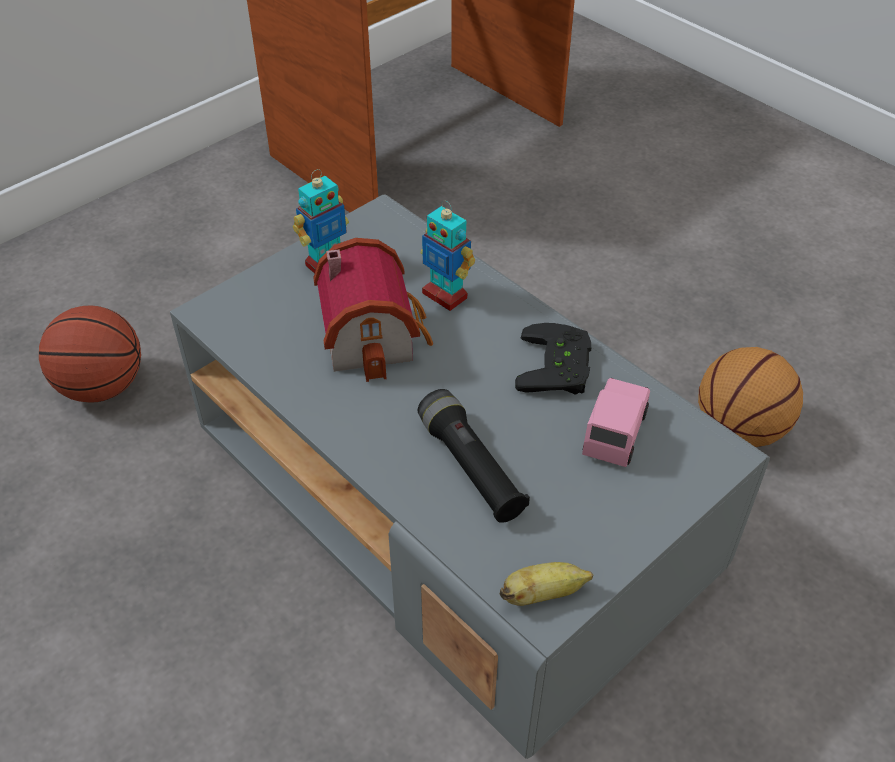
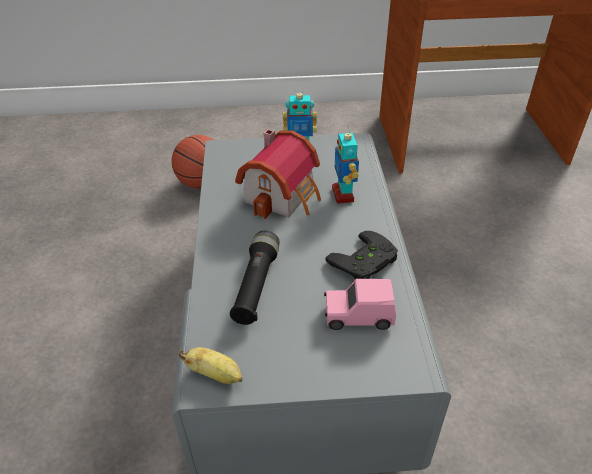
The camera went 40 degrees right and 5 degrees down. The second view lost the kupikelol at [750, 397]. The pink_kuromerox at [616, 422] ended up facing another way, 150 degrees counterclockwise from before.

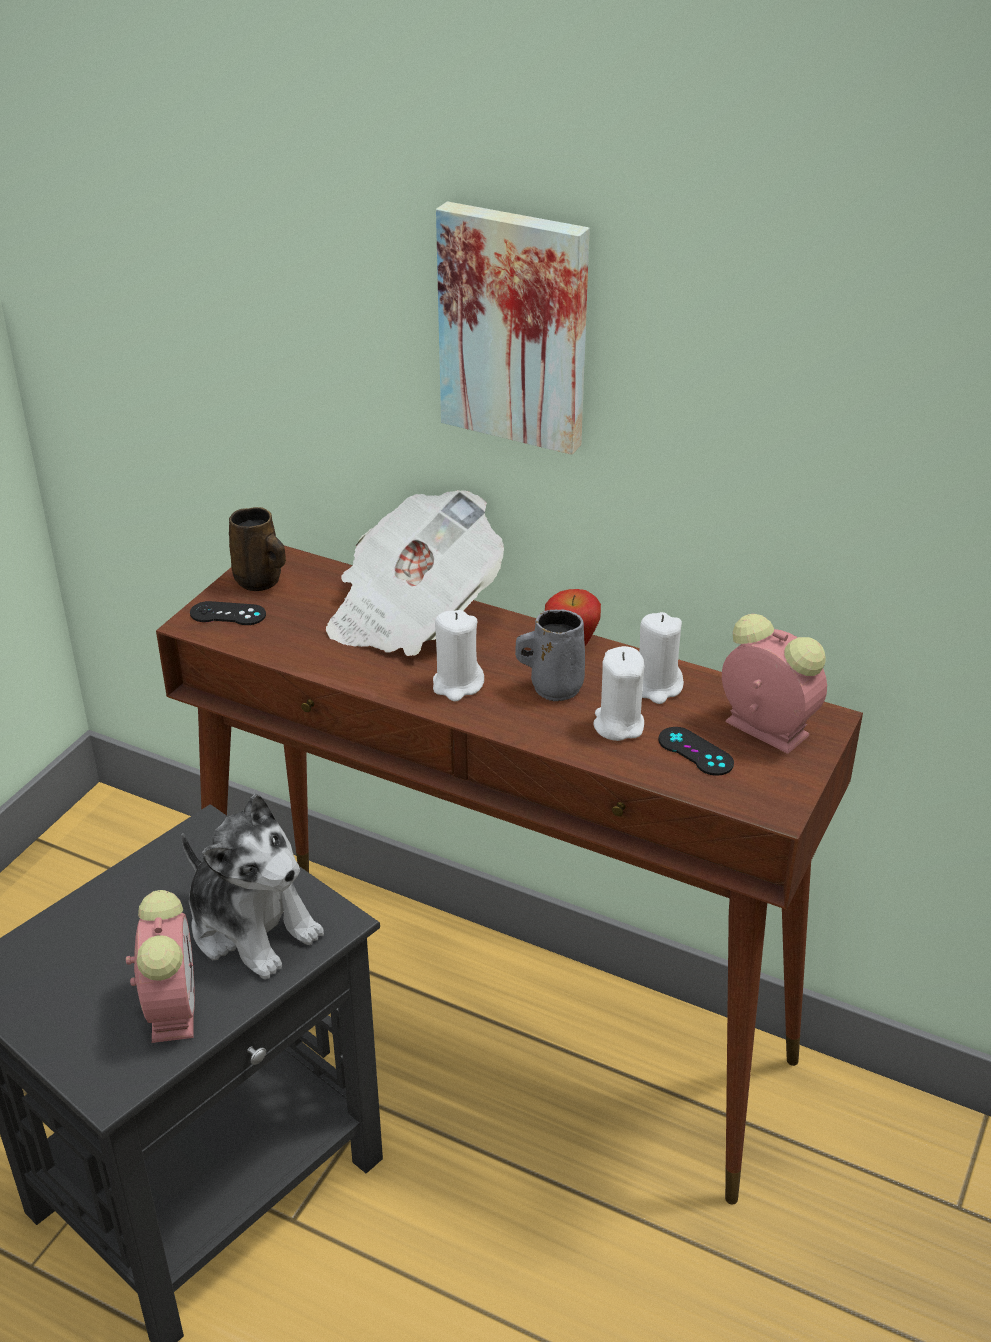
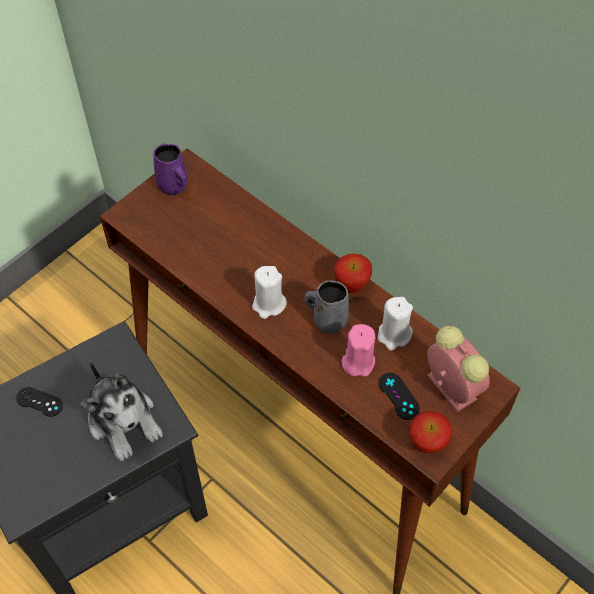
The camera went 15 degrees right and 20 degrees up. The second view lost the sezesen at [513, 328]. The second view lost the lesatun at [415, 573]. What was the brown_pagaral at [257, 549] turned into the purple_pagaral at [170, 169]. The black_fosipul ended up elsewhere, having gone from [228, 613] to [39, 402]. What was the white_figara at [619, 693] turned into the pink_figara at [358, 350]. The second view lost the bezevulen at [160, 966]. The second view gained the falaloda at [430, 432].

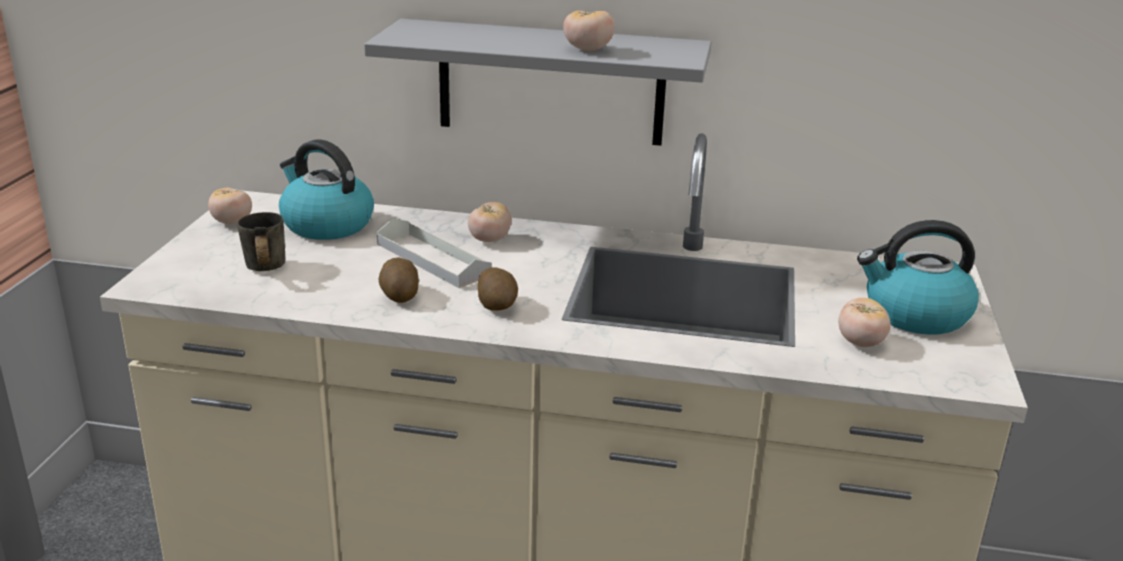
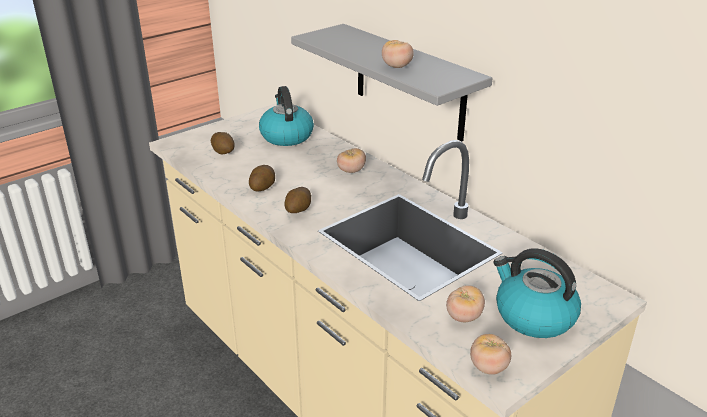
The camera went 40 degrees right and 5 degrees up. The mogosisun ended up elsewhere, having gone from [230, 206] to [490, 354]. Where the grey_pagaral stood at [261, 241], the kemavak came to stand at [223, 143]. The second view lost the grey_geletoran at [434, 253].

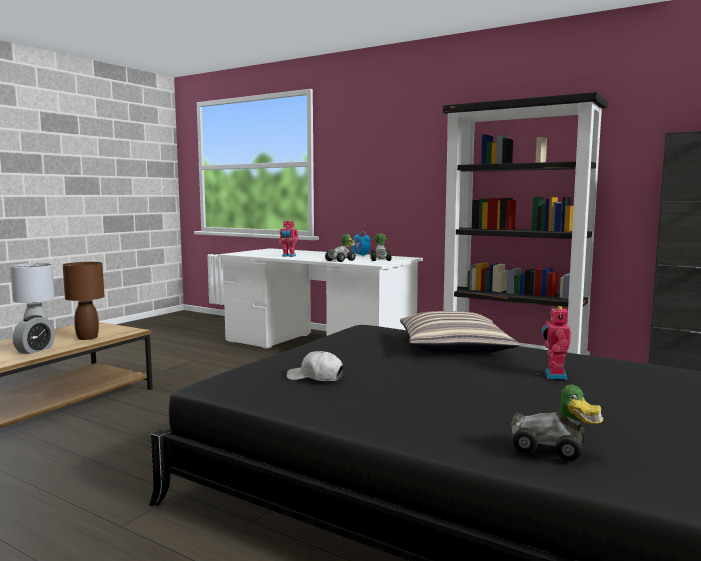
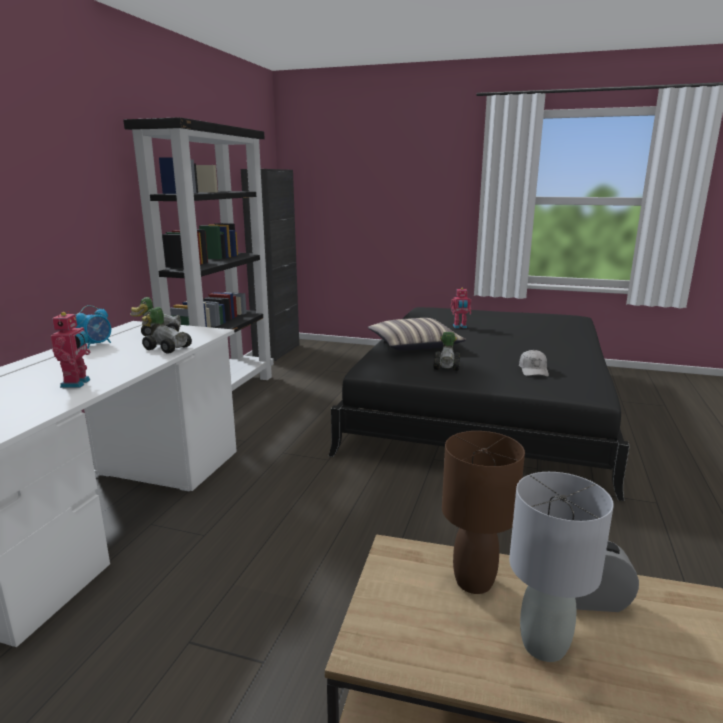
The camera went 105 degrees left and 10 degrees up. The kuromerox ended up elsewhere, having gone from [557, 422] to [447, 351].

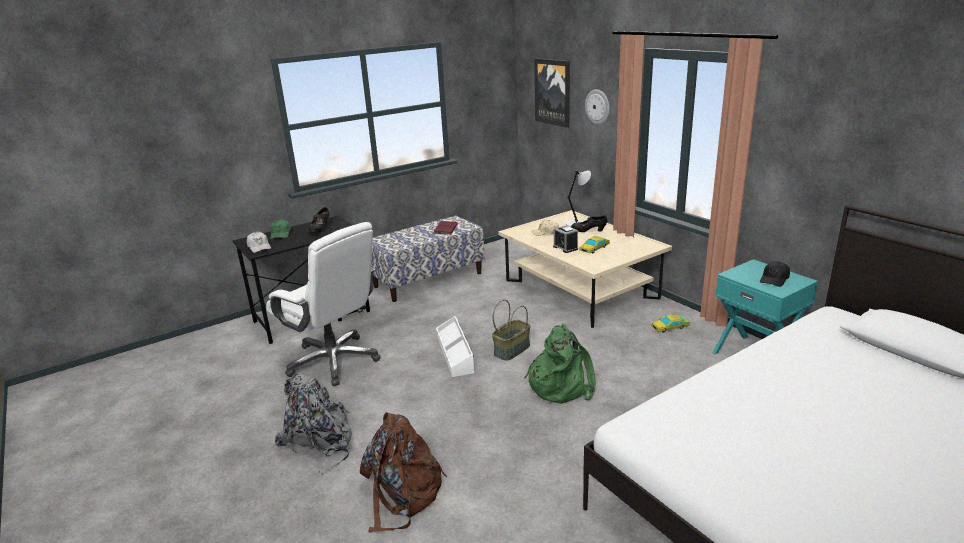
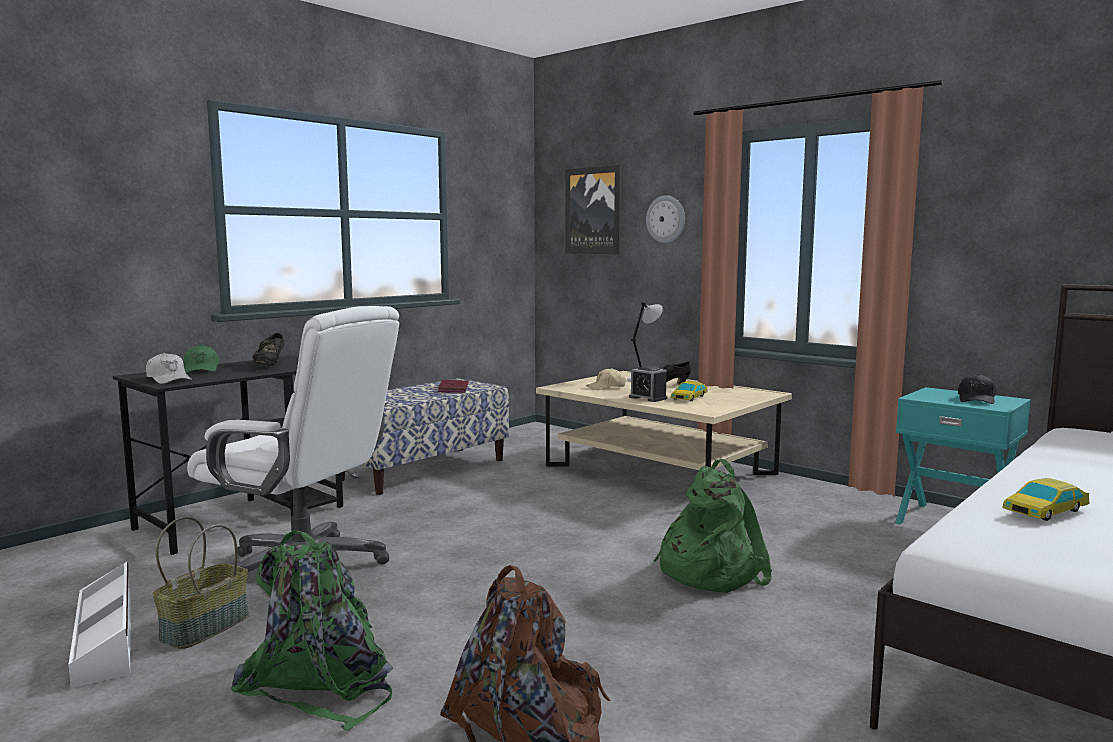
The camera went 15 degrees left and 15 degrees down. The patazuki ended up elsewhere, having gone from [511, 330] to [201, 583]. The kuromerox ended up elsewhere, having gone from [670, 323] to [1045, 499]. The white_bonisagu ended up elsewhere, having gone from [455, 346] to [99, 625]. What was the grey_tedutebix at [313, 423] turned into the green_tedutebix at [312, 631].

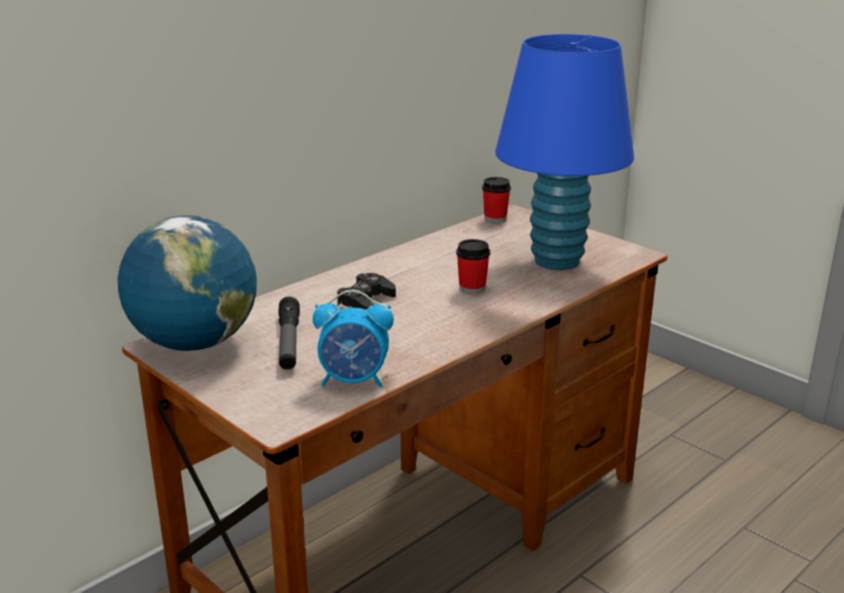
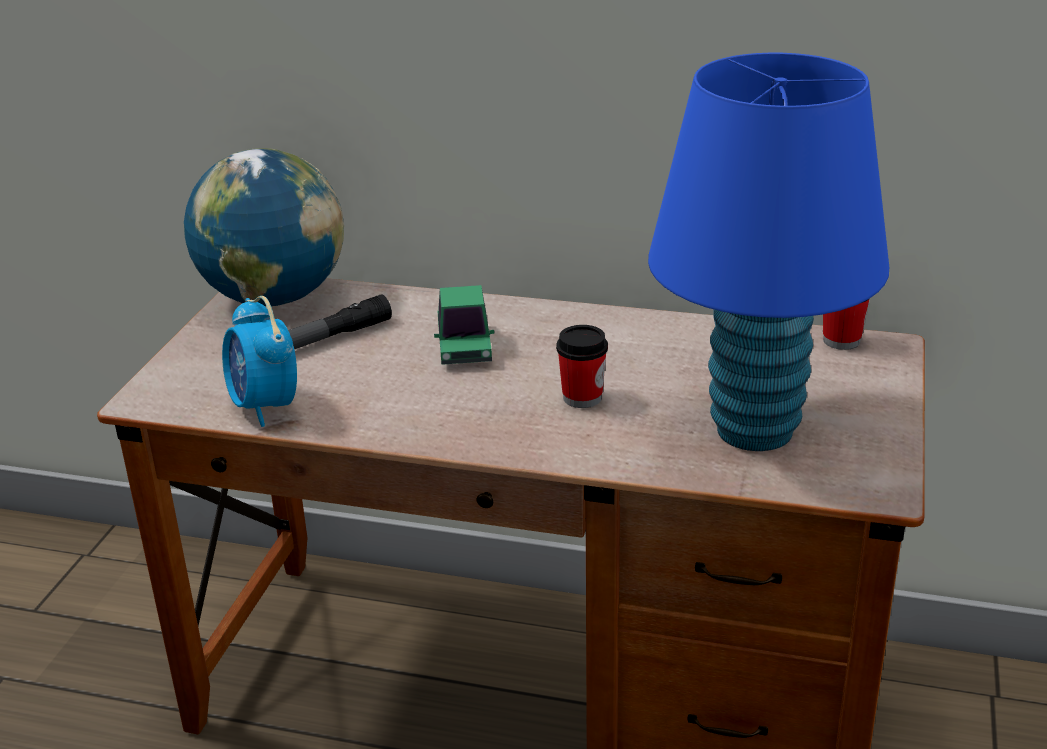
The camera went 60 degrees right and 5 degrees up. Where the black_fosipul stood at [366, 291], the kuromerox came to stand at [464, 325].

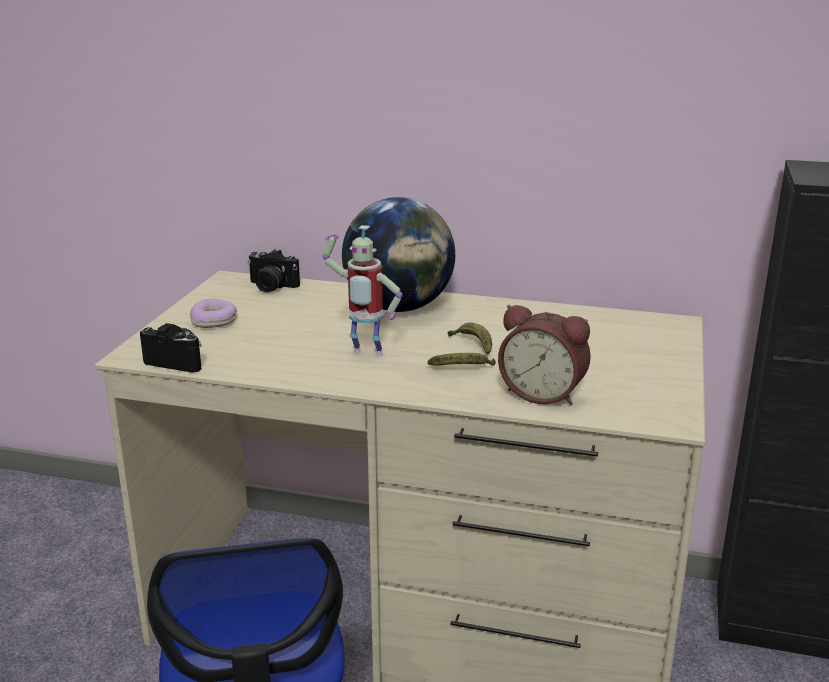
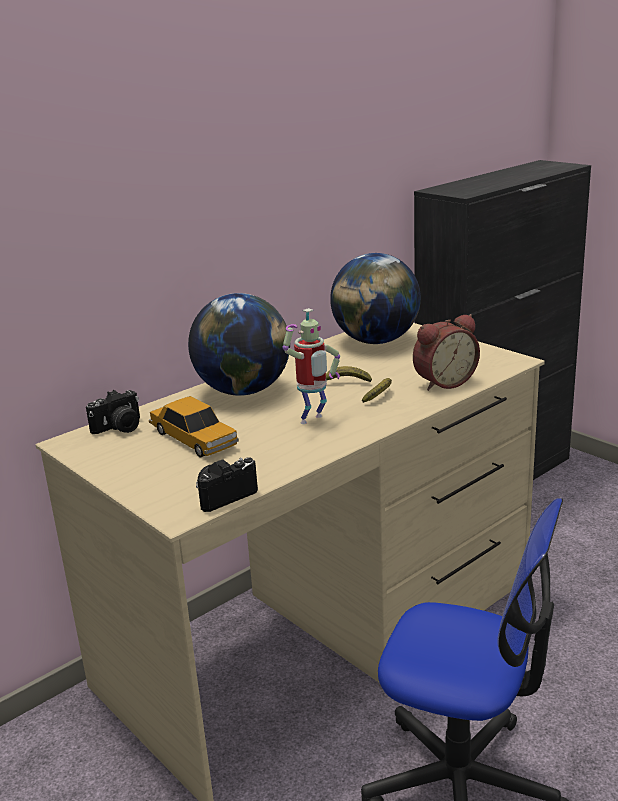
The camera went 55 degrees left and 0 degrees up. The second view lost the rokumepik at [213, 313]. The second view gained the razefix at [375, 298]. The second view gained the kuromerox at [194, 427].

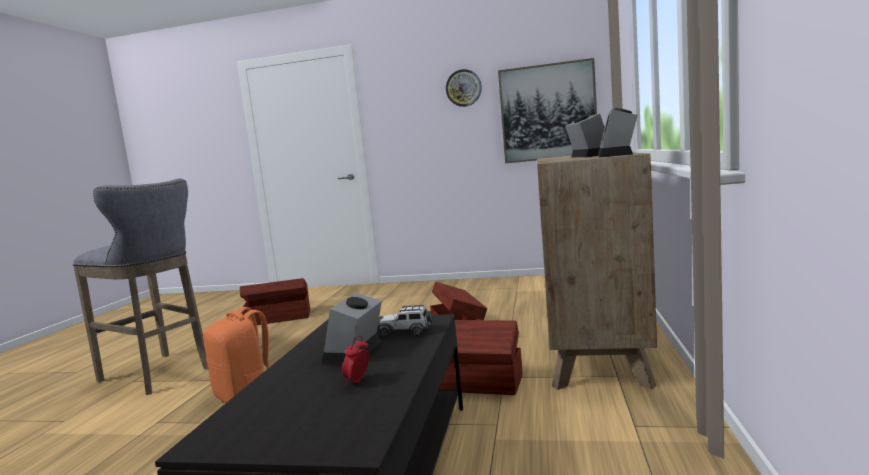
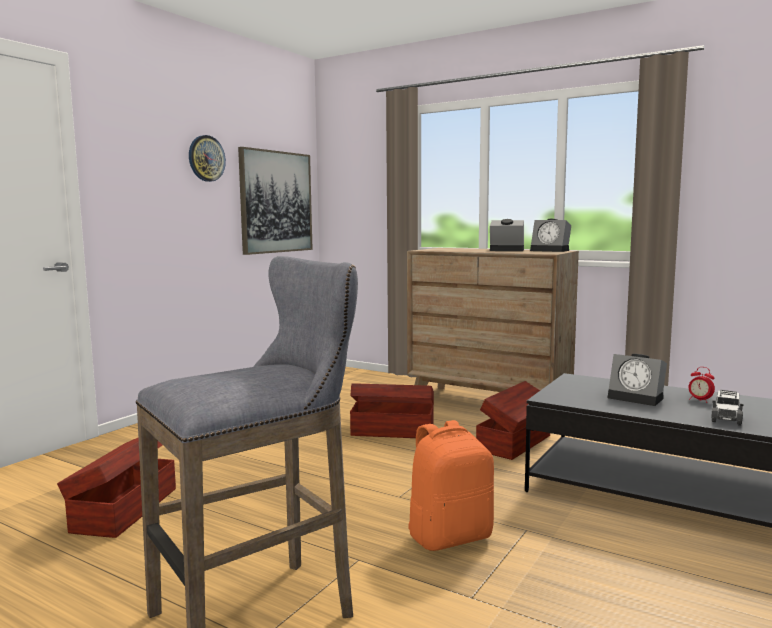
The camera went 70 degrees left and 0 degrees up. The kuromerox ended up elsewhere, having gone from [404, 321] to [727, 408].

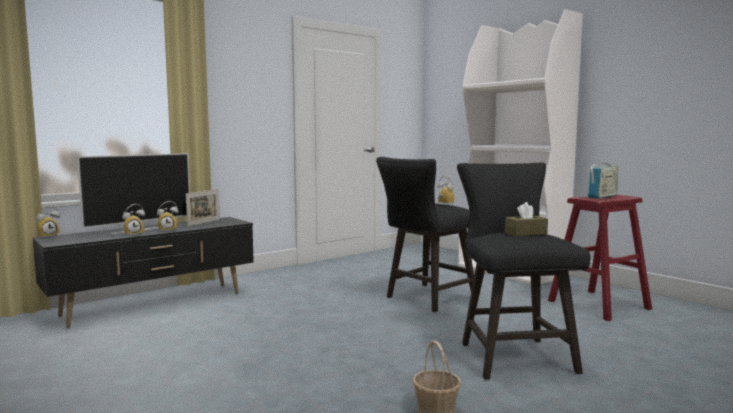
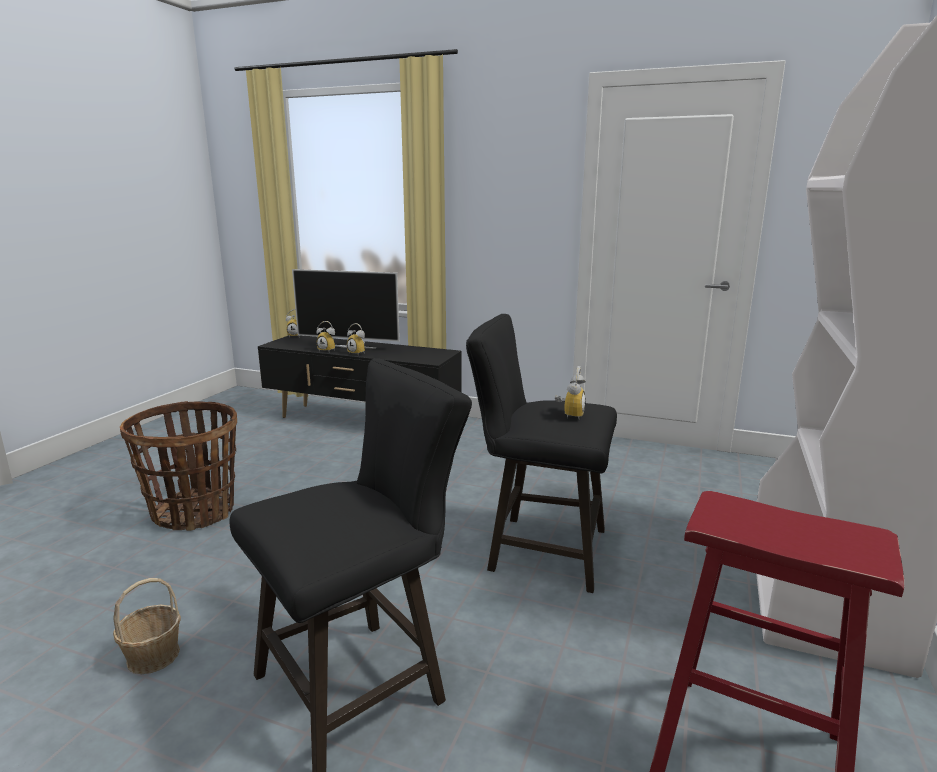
The camera went 60 degrees right and 10 degrees up. The second view lost the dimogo at [603, 181]. The second view lost the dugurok at [203, 208]. The second view lost the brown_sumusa at [526, 219]. The second view gained the patazuki at [178, 466].

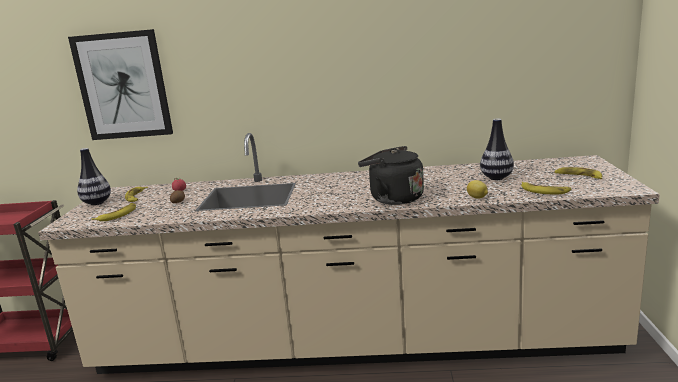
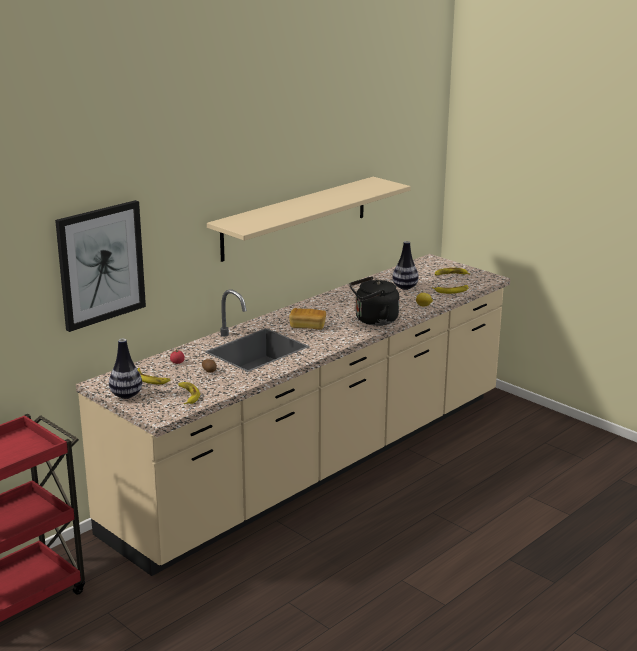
The camera went 50 degrees left and 5 degrees up. The second view gained the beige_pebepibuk at [309, 219]. The second view gained the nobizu at [307, 319].

